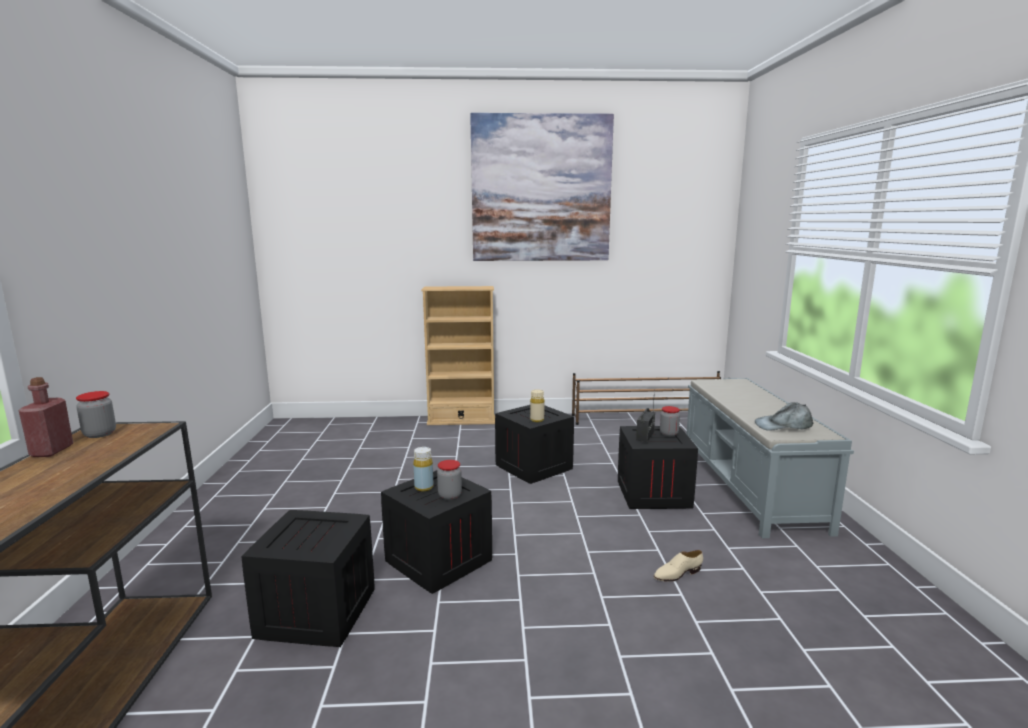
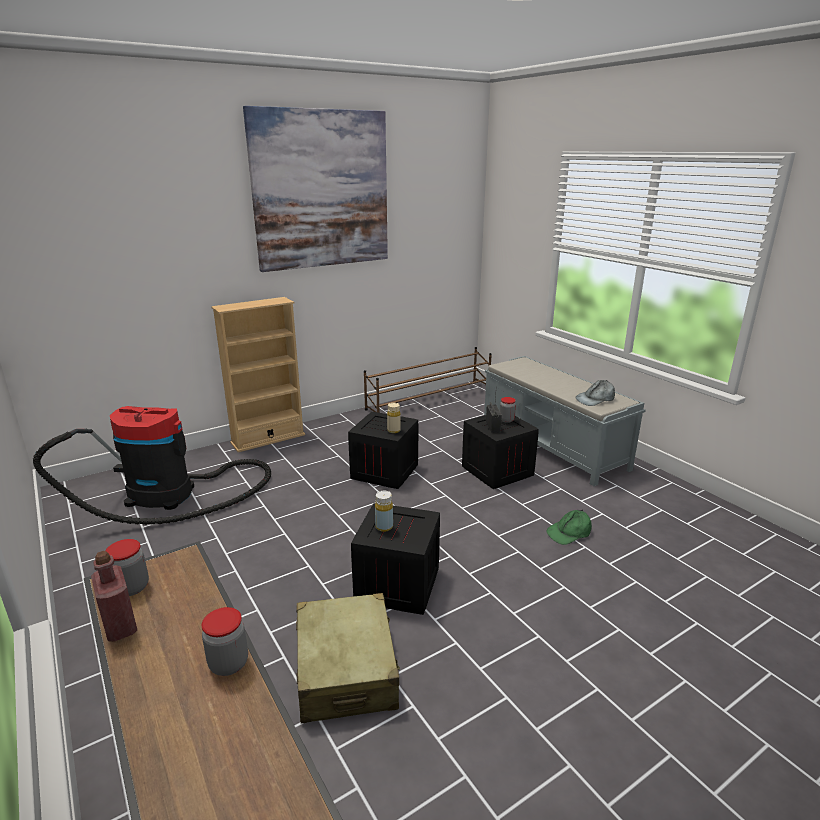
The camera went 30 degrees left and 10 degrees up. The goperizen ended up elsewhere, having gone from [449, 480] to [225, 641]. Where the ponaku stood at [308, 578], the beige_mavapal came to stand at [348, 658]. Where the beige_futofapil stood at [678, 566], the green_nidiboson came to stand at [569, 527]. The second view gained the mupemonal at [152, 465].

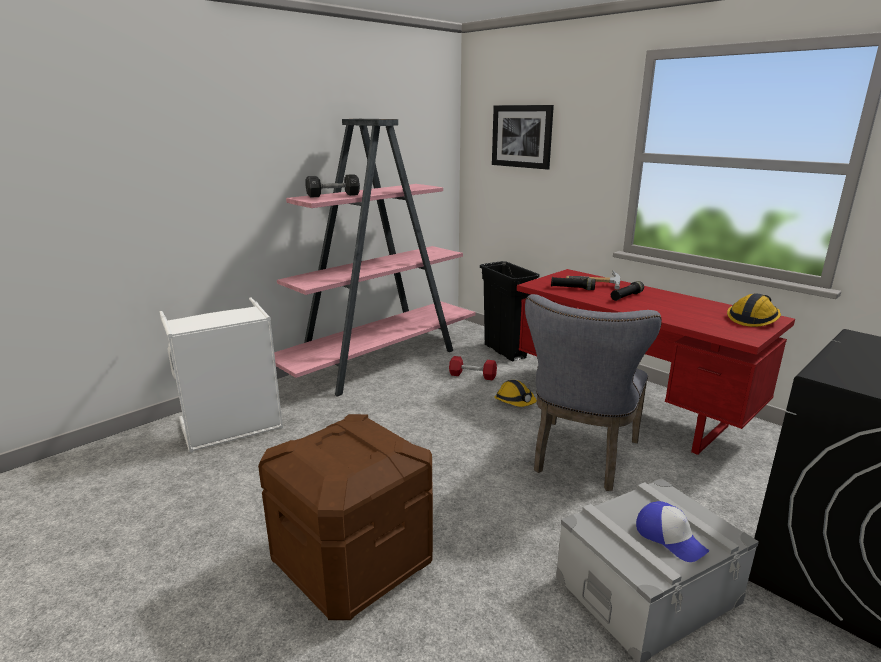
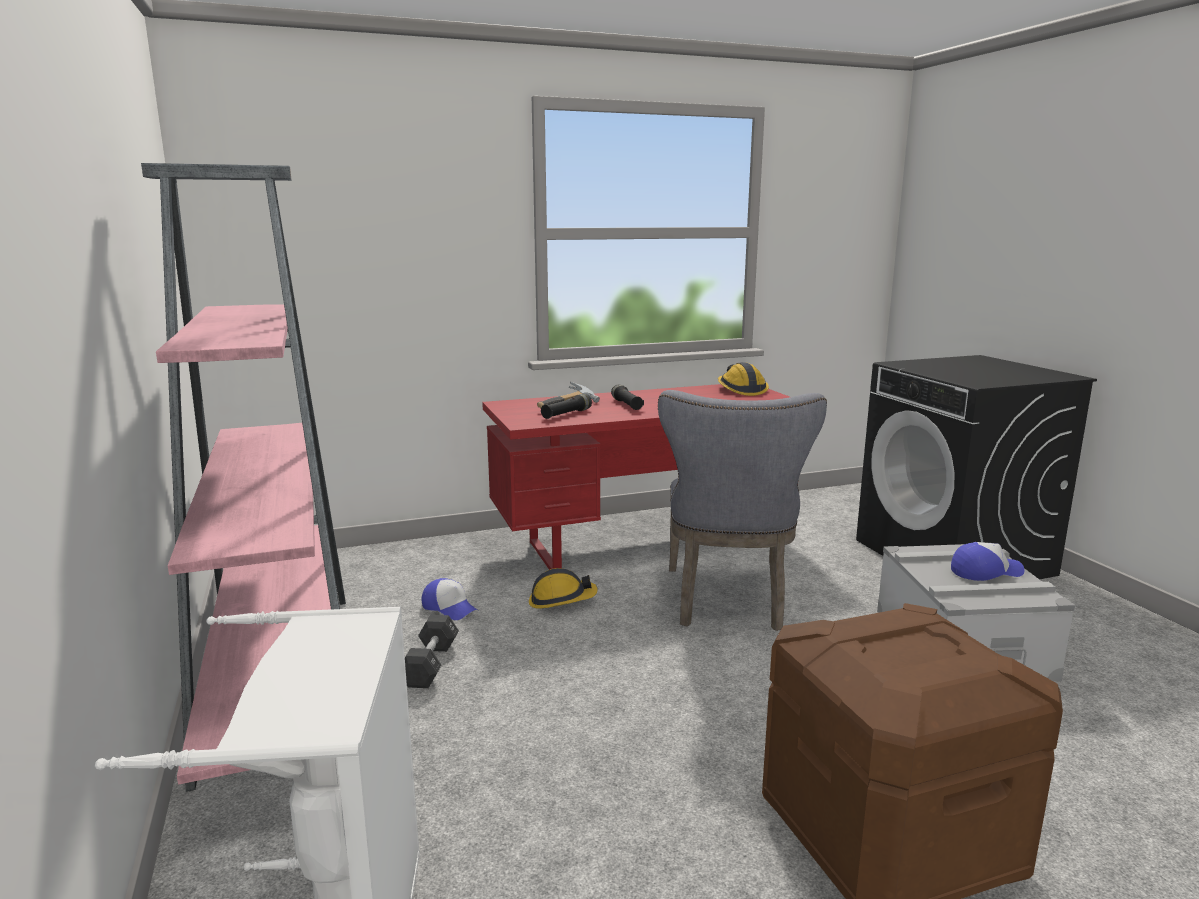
The camera went 65 degrees left and 5 degrees down. The second view lost the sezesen at [523, 137]. The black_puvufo ended up elsewhere, having gone from [333, 186] to [432, 651]. The second view lost the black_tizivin at [510, 311]. The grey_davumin at [593, 392] ended up facing another way, 45 degrees clockwise from before. Where the red_puvufo stood at [473, 368], the nidiboson came to stand at [449, 599].

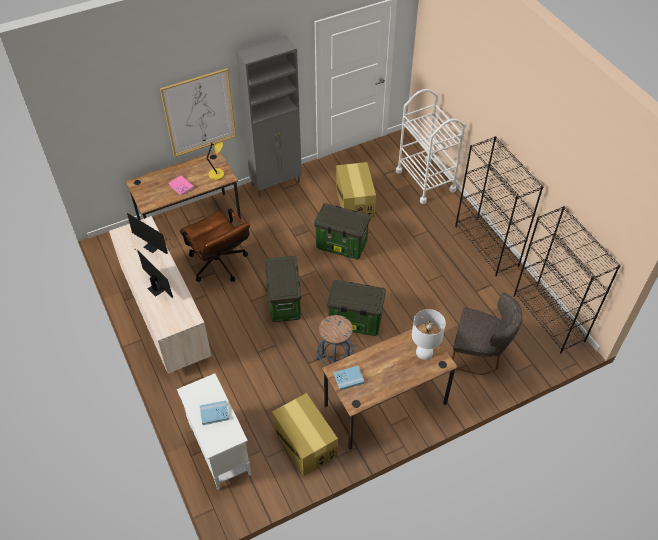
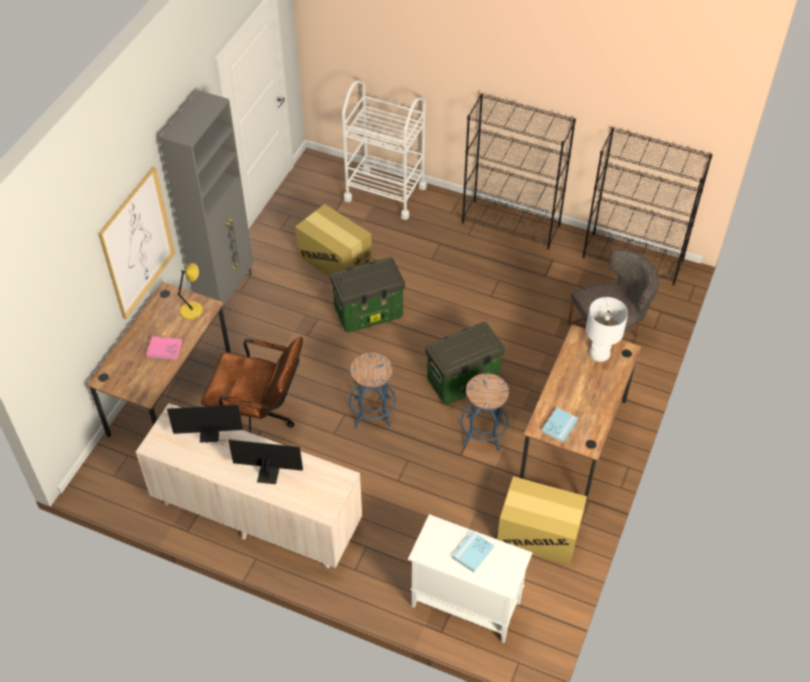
The camera went 40 degrees left and 0 degrees up. Where the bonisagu stood at [283, 289], the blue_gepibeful came to stand at [372, 390].

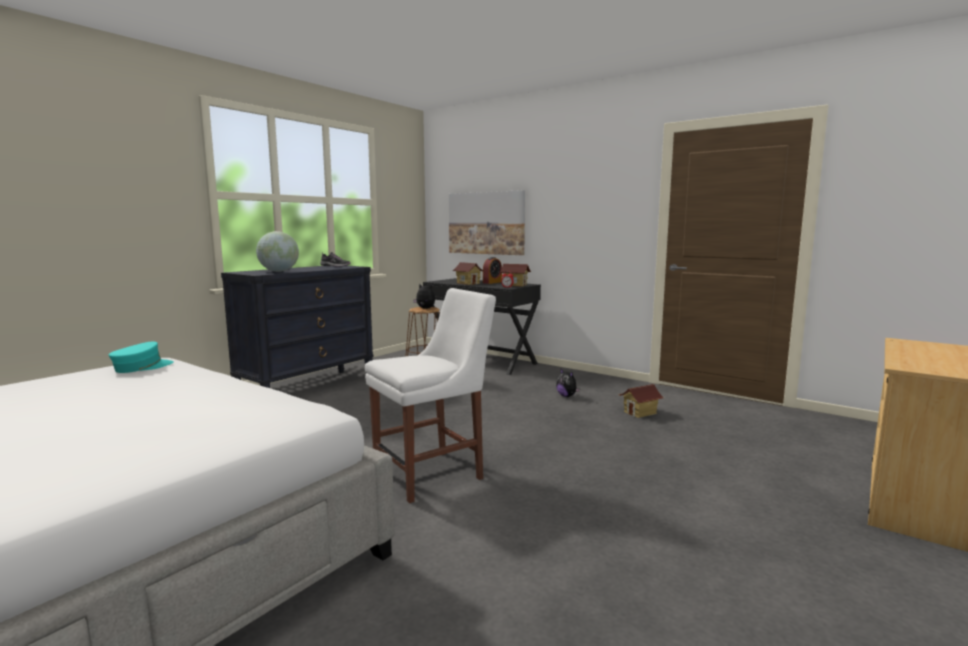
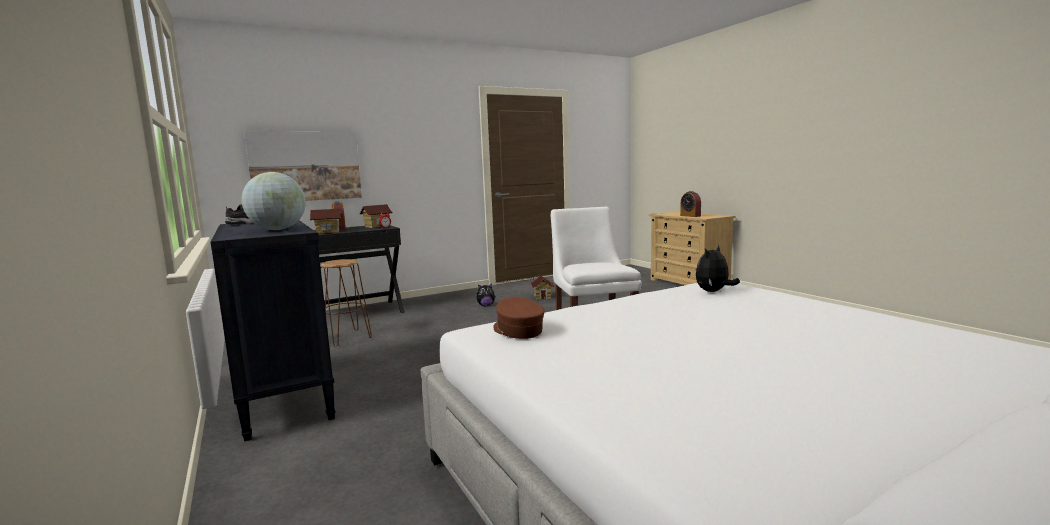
The camera went 65 degrees left and 0 degrees up. The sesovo ended up elsewhere, having gone from [424, 296] to [718, 268]. What was the turquoise_nidiboson at [141, 357] turned into the brown_nidiboson at [519, 318]. The second view gained the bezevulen at [690, 204].

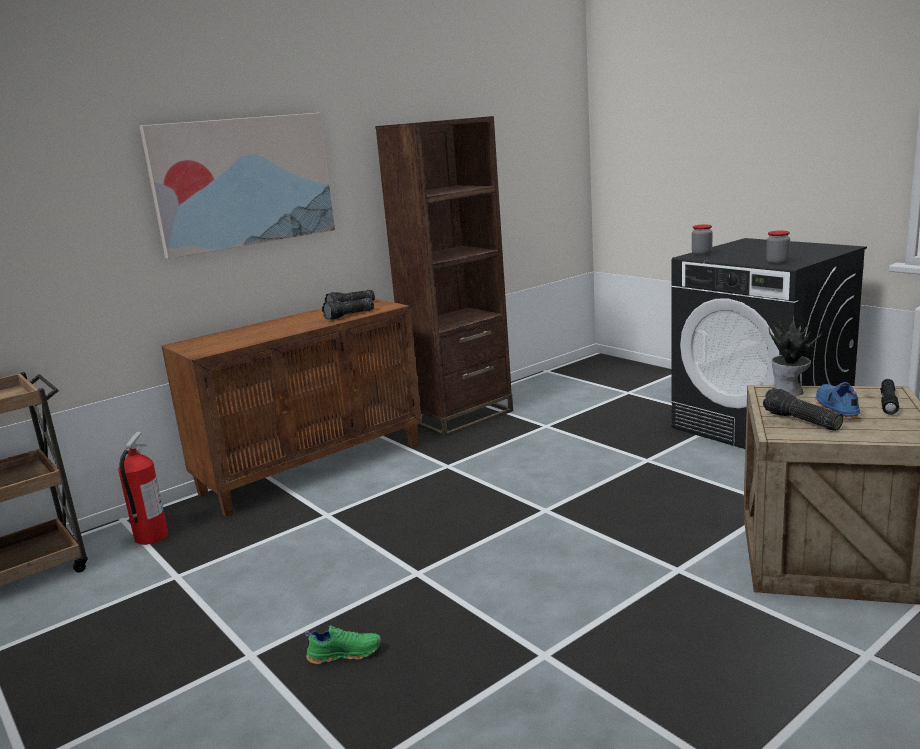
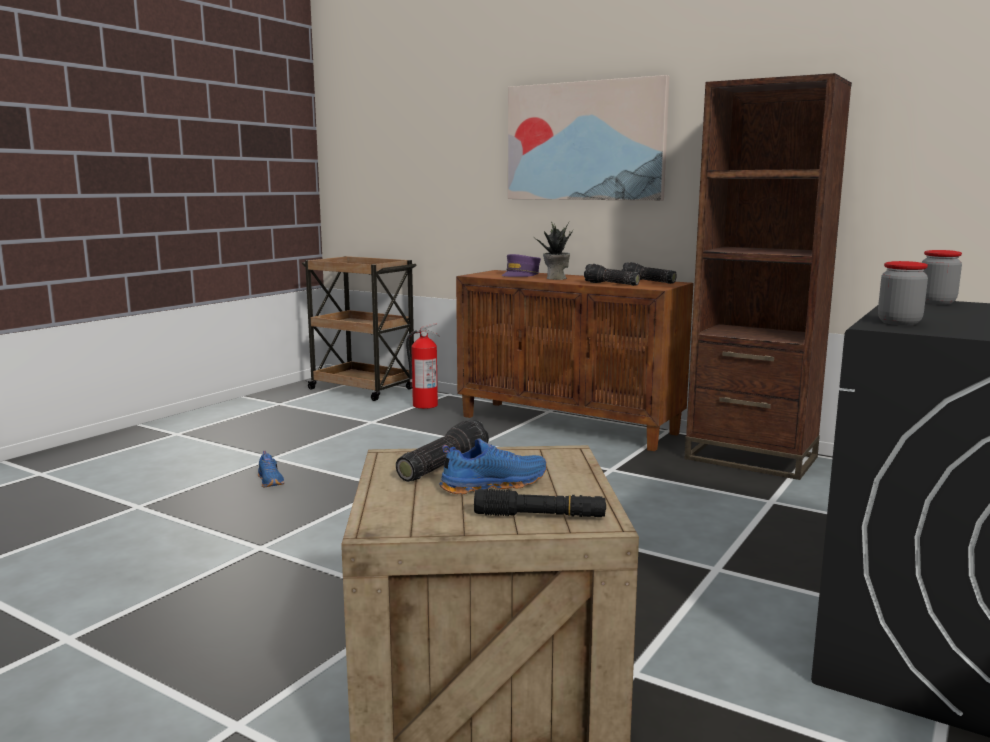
The camera went 70 degrees right and 5 degrees down. The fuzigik ended up elsewhere, having gone from [795, 355] to [553, 250]. What was the green_futofapil at [343, 645] turned into the blue_futofapil at [271, 469]. The second view gained the purple_nidiboson at [521, 265].

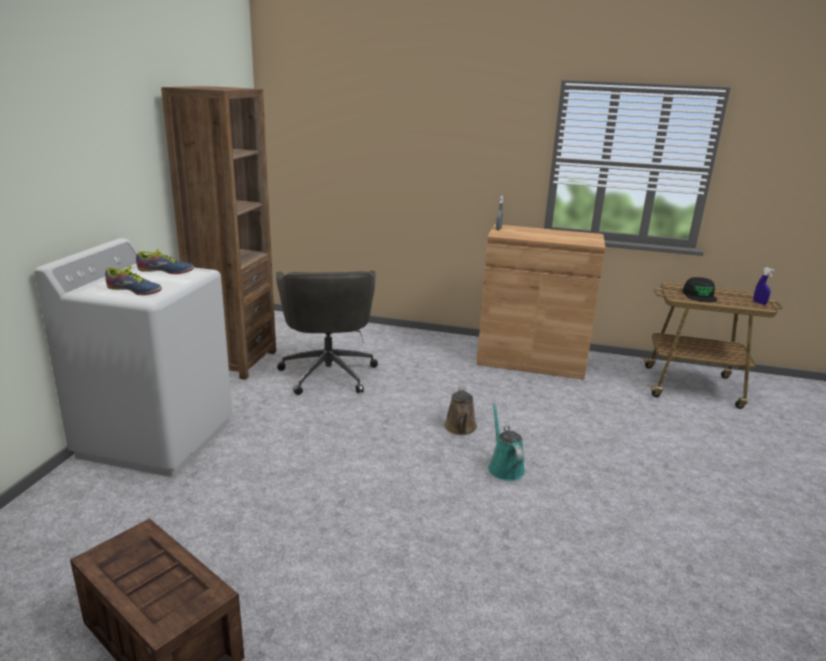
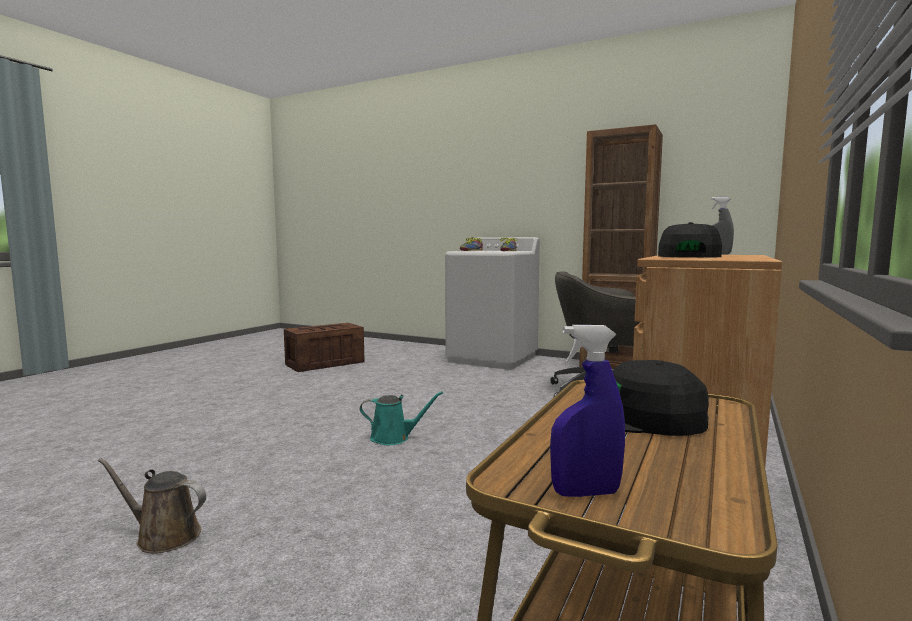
The camera went 105 degrees right and 15 degrees down. The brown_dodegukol ended up elsewhere, having gone from [460, 411] to [152, 506]. The second view gained the black_nidiboson at [690, 240].

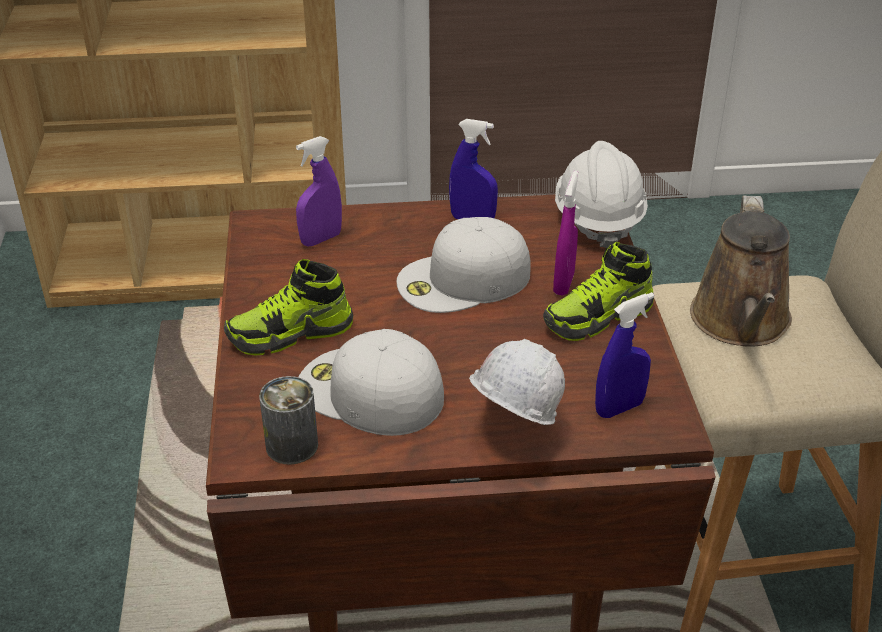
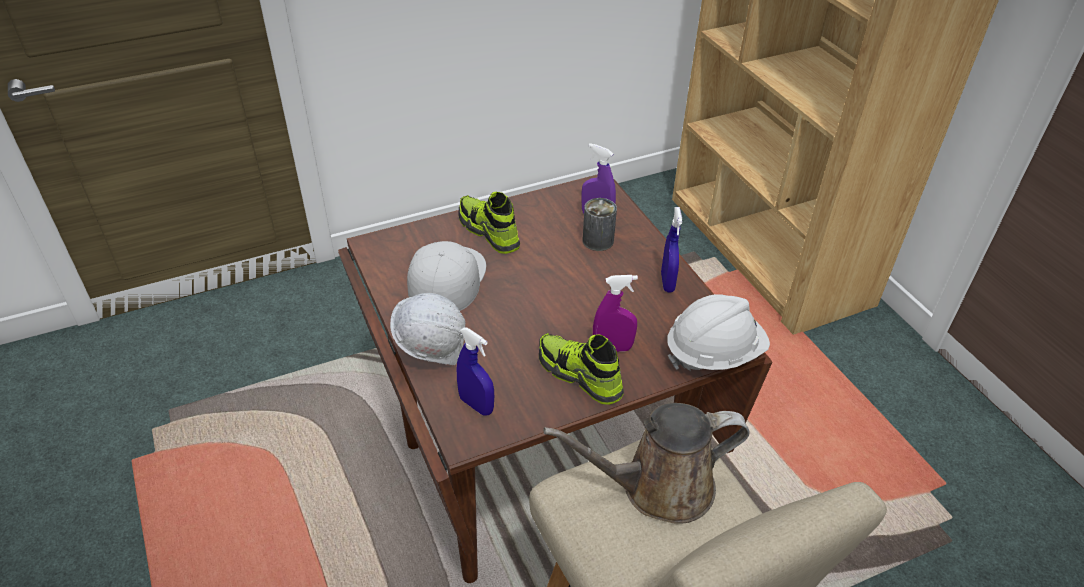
The camera went 70 degrees right and 5 degrees up. The second view lost the white_nidiboson at [463, 265]. The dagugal ended up elsewhere, having gone from [288, 420] to [599, 224].

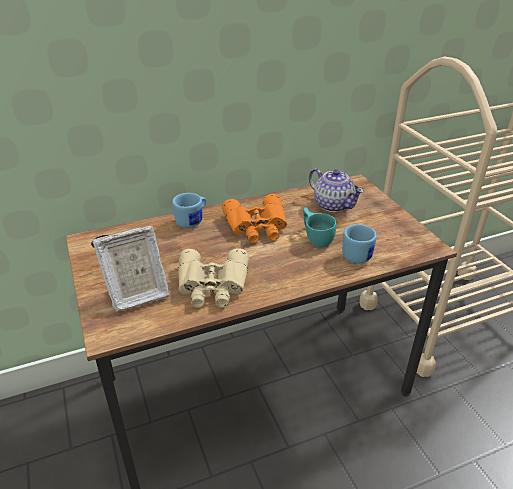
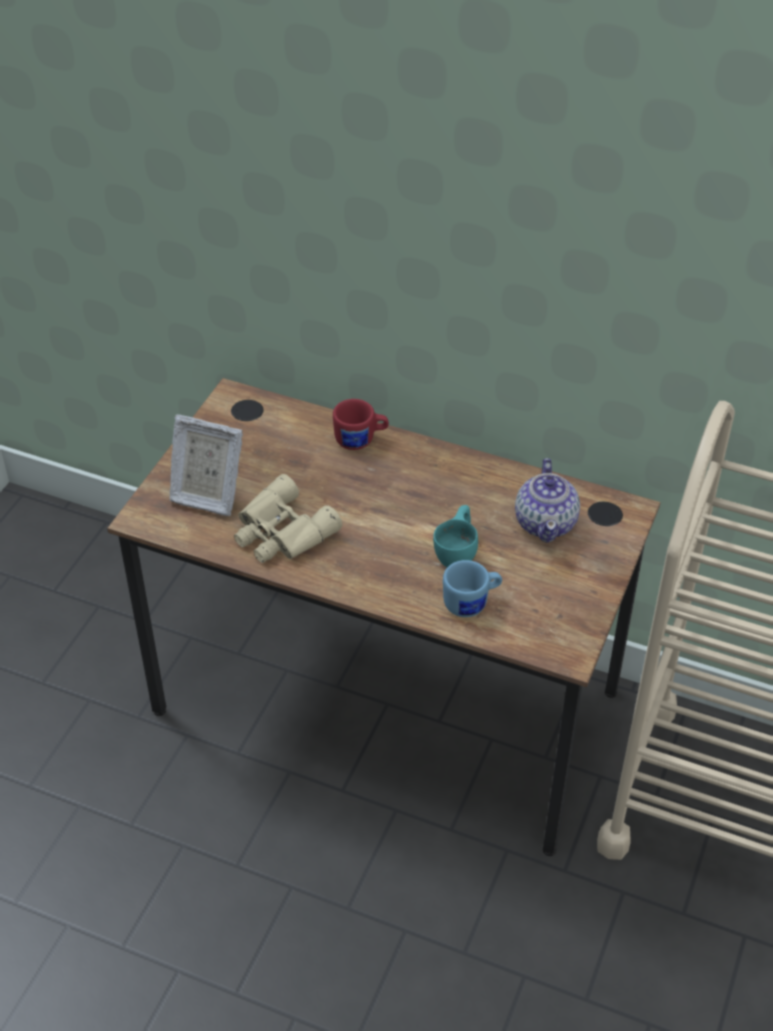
The camera went 45 degrees right and 10 degrees up. What was the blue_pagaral at [189, 210] turned into the red_pagaral at [361, 424]. The second view lost the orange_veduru at [254, 218].

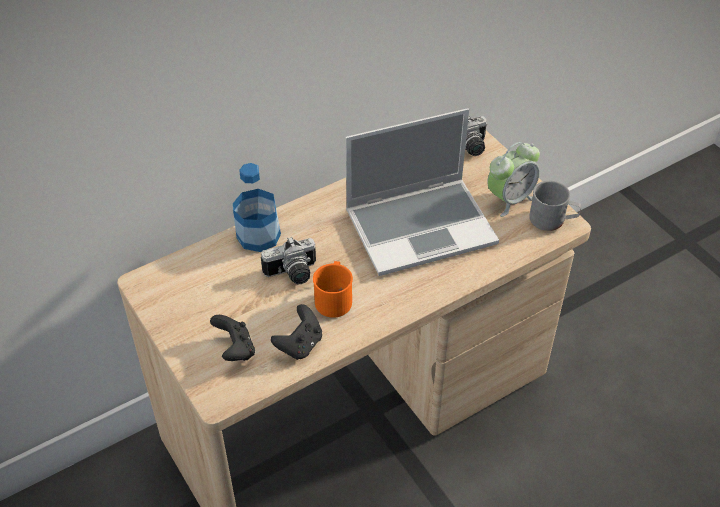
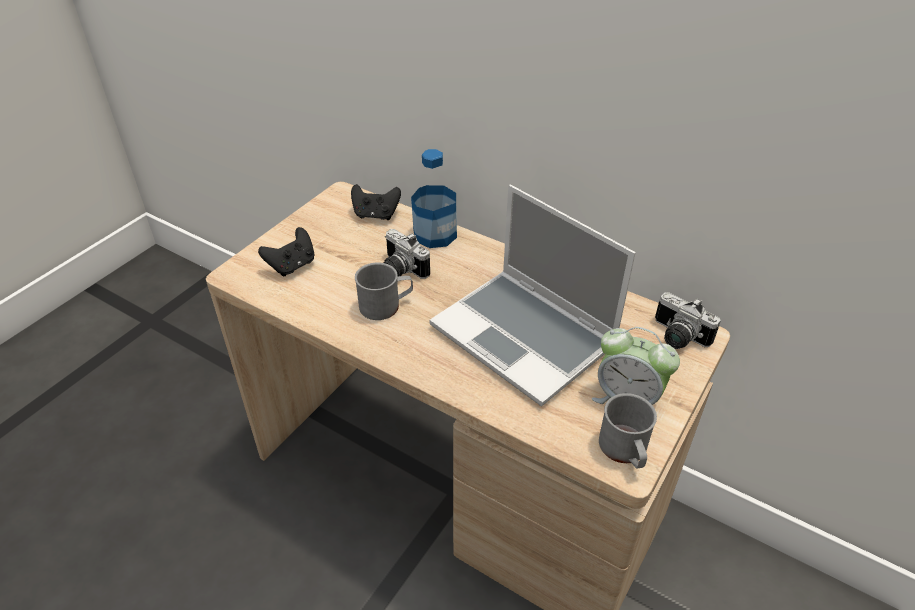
The camera went 65 degrees right and 5 degrees down. What was the orange_pagaral at [333, 289] turned into the grey_pagaral at [384, 291]. The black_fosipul ended up elsewhere, having gone from [296, 332] to [376, 202].

